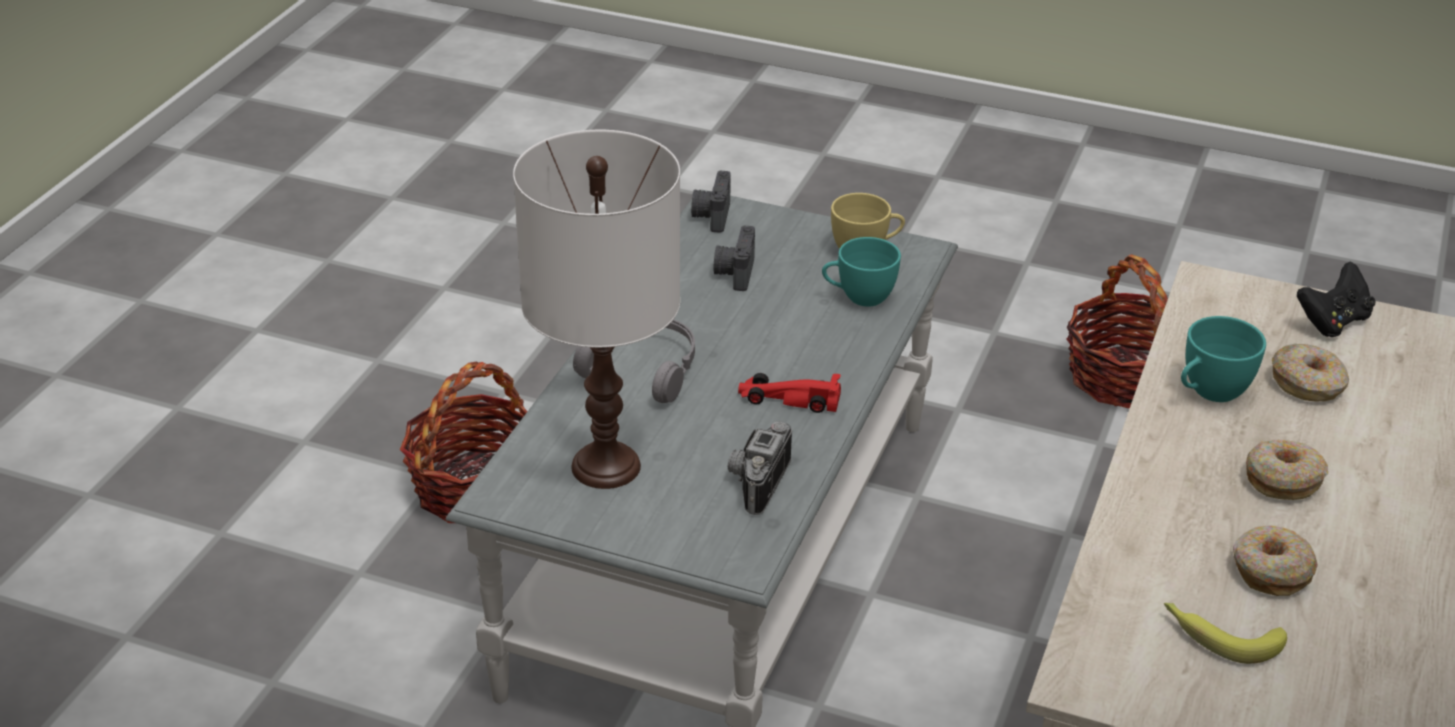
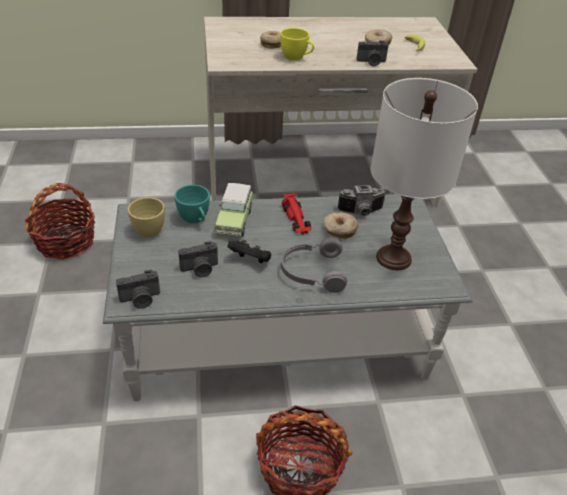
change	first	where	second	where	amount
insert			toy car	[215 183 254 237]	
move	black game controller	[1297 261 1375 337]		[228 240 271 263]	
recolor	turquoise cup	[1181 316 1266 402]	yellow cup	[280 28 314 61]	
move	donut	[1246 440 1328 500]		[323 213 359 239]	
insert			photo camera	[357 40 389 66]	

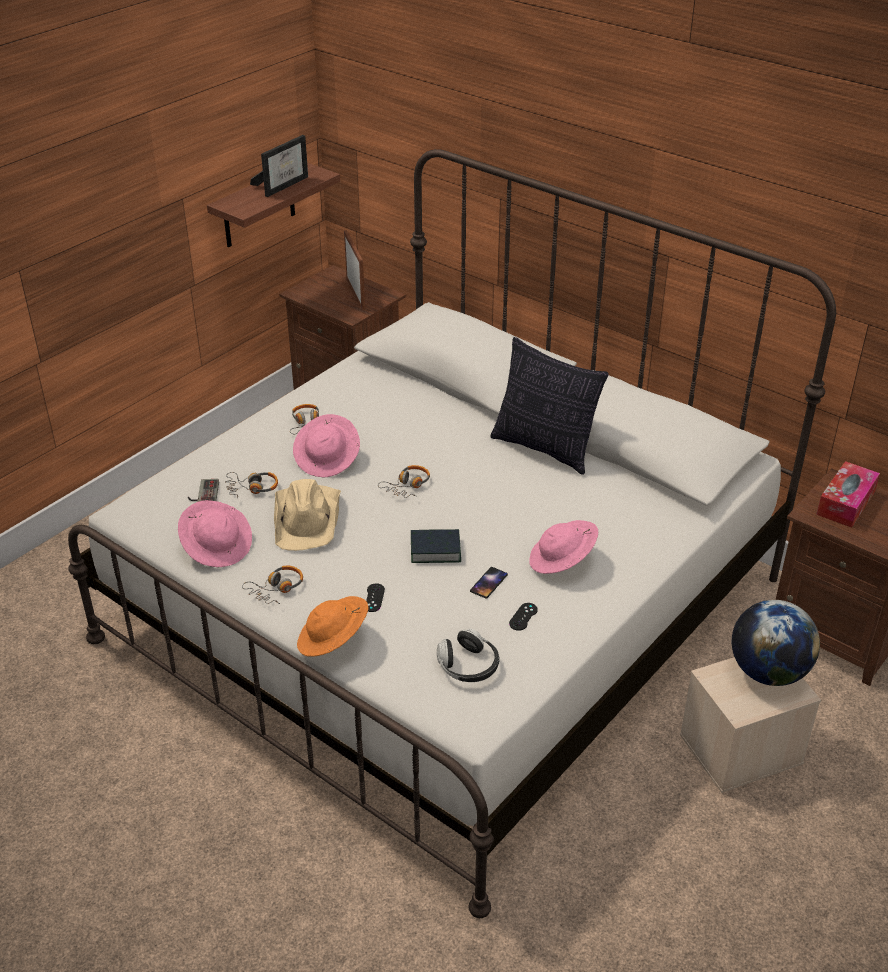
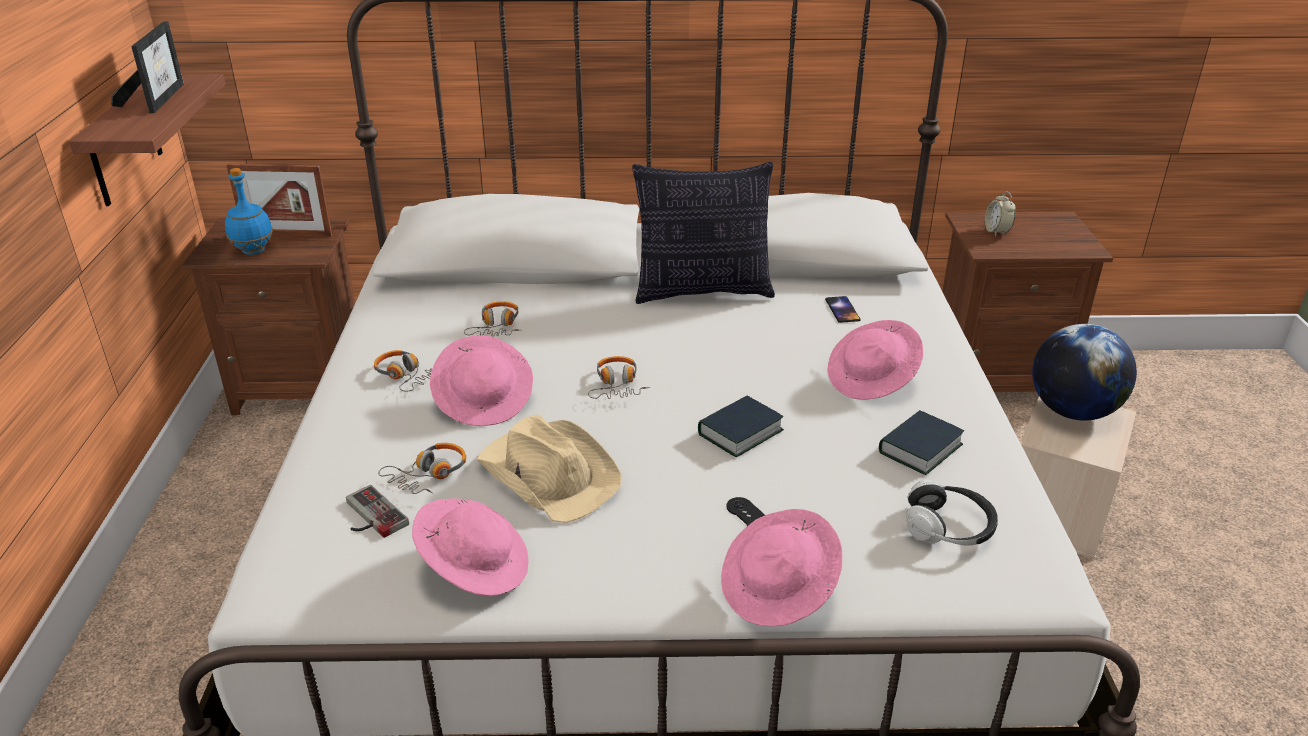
change	first	where	second	where	amount
insert			blue bottle	[225 168 273 255]	
rotate	picture frame	[344 230 365 310]		[226 164 332 237]	150 degrees clockwise
move	headphones	[242 566 303 604]		[464 301 521 336]	
recolor	orange hat	[297 596 369 657]	pink hat	[721 509 842 626]	
move	phone	[470 567 508 599]		[825 296 861 323]	
replace	black game controller	[509 603 538 631]	book	[879 410 964 475]	
replace	tissue box	[816 461 880 528]	alarm clock	[985 191 1016 237]	

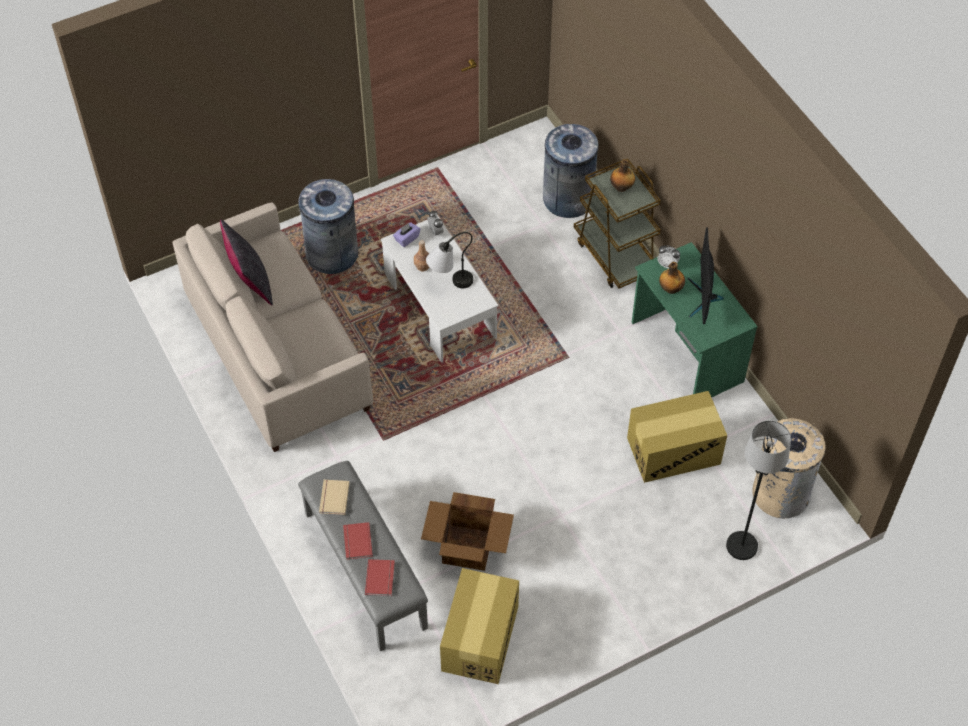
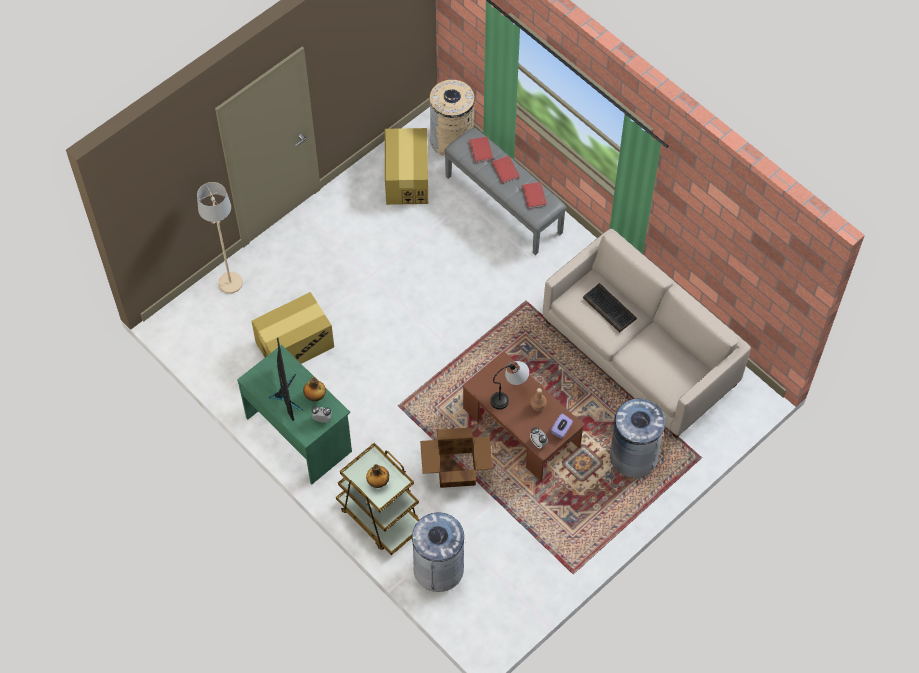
change	first	where	second	where	amount
recolor	black floor lamp	[726 421 791 560]	beige floor lamp	[197 182 243 294]	
move	cardboard box	[421 492 514 571]		[420 427 493 488]	
move	beige trash can	[753 418 826 518]		[429 79 475 156]	
recolor	white coffee table	[381 220 499 363]	brown coffee table	[462 351 584 481]	
recolor	beige book	[319 480 350 515]	red book	[522 182 547 209]	
insert			keyboard	[583 283 637 333]	
delete	black pillow	[220 219 273 305]			

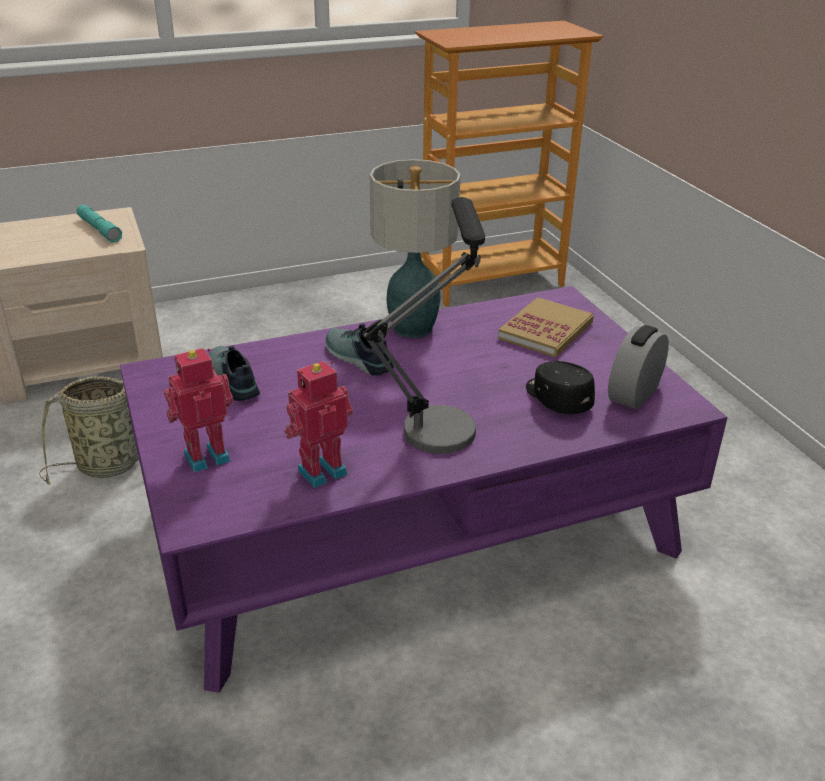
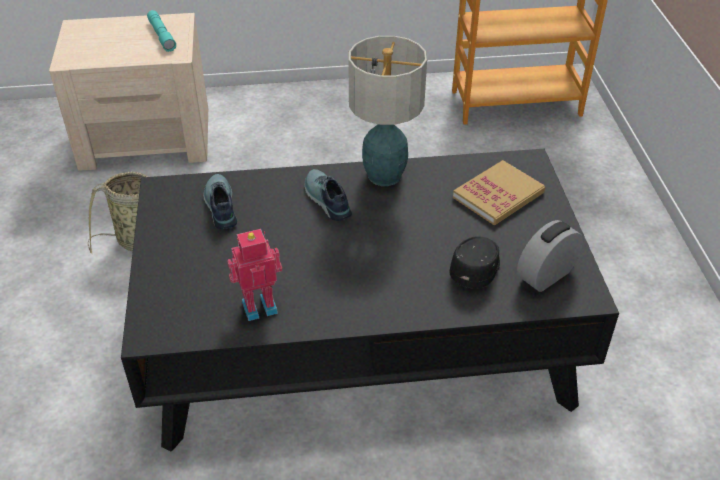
change	first	where	second	where	amount
recolor	purple coffee table	[120 286 728 693]	black coffee table	[121 149 619 451]	
rotate	black cap	[526 361 595 414]		[449 236 500 289]	45 degrees clockwise
delete	toy robot	[164 348 233 472]			
delete	table lamp	[362 197 485 454]			

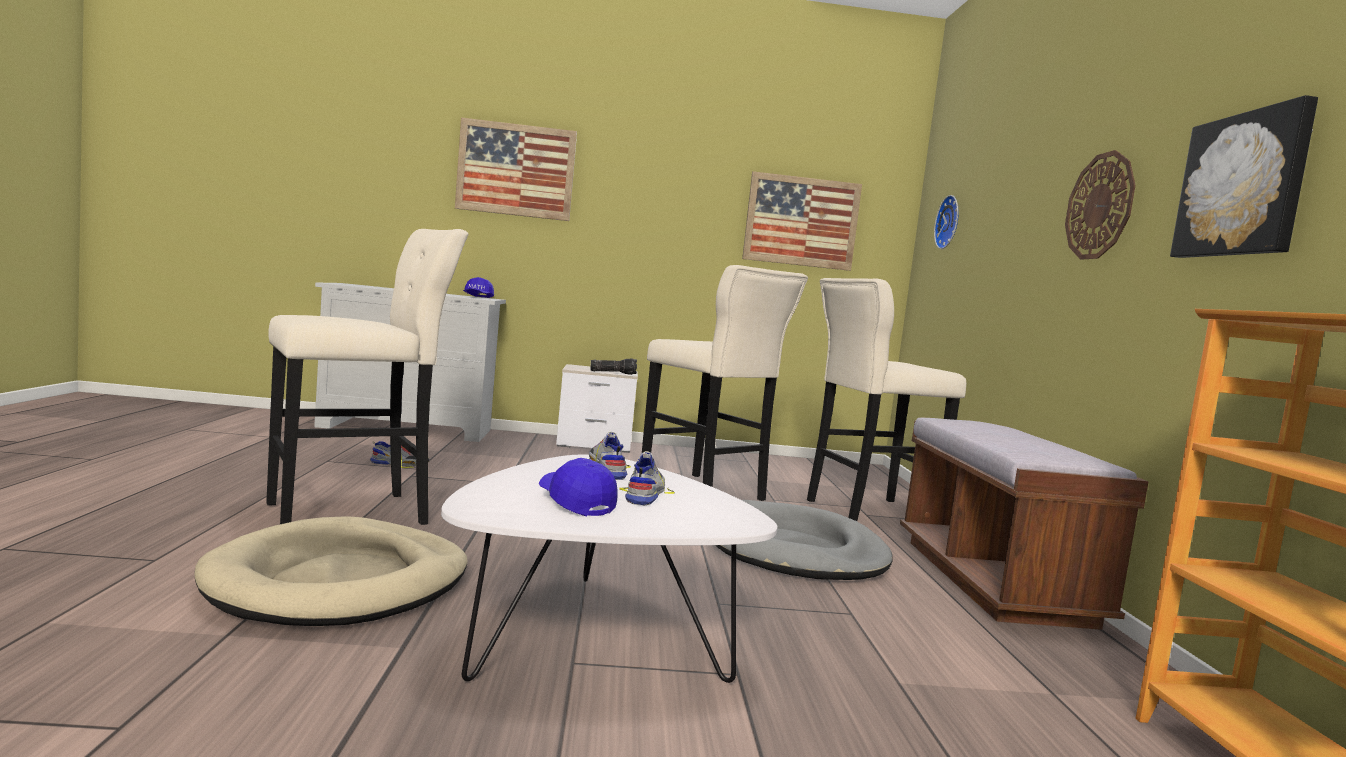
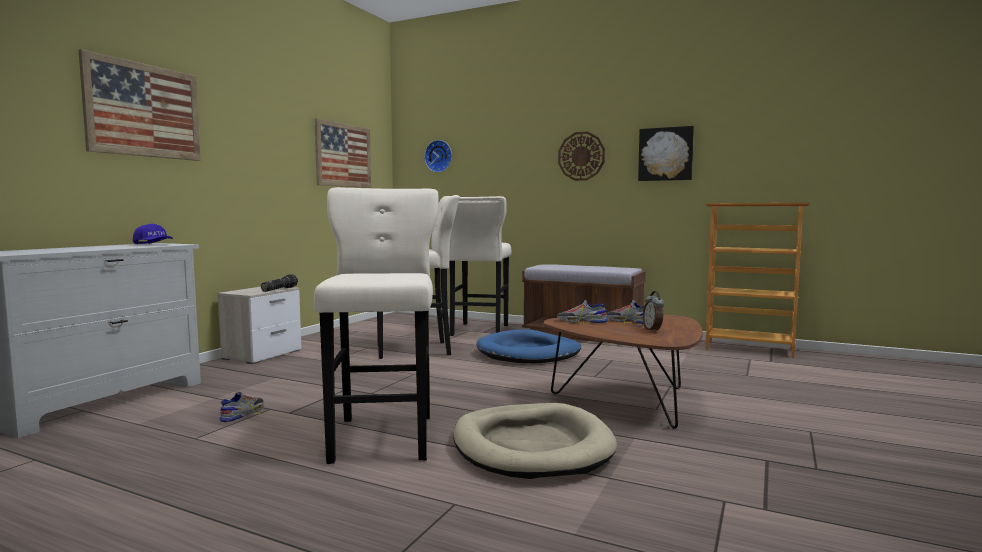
change	first	where	second	where	amount
recolor	grey dog bed	[715 500 893 580]	blue dog bed	[477 329 581 363]	
recolor	white coffee table	[441 455 777 683]	brown coffee table	[544 315 703 429]	
replace	blue cap	[539 458 618 516]	alarm clock	[643 291 664 332]	

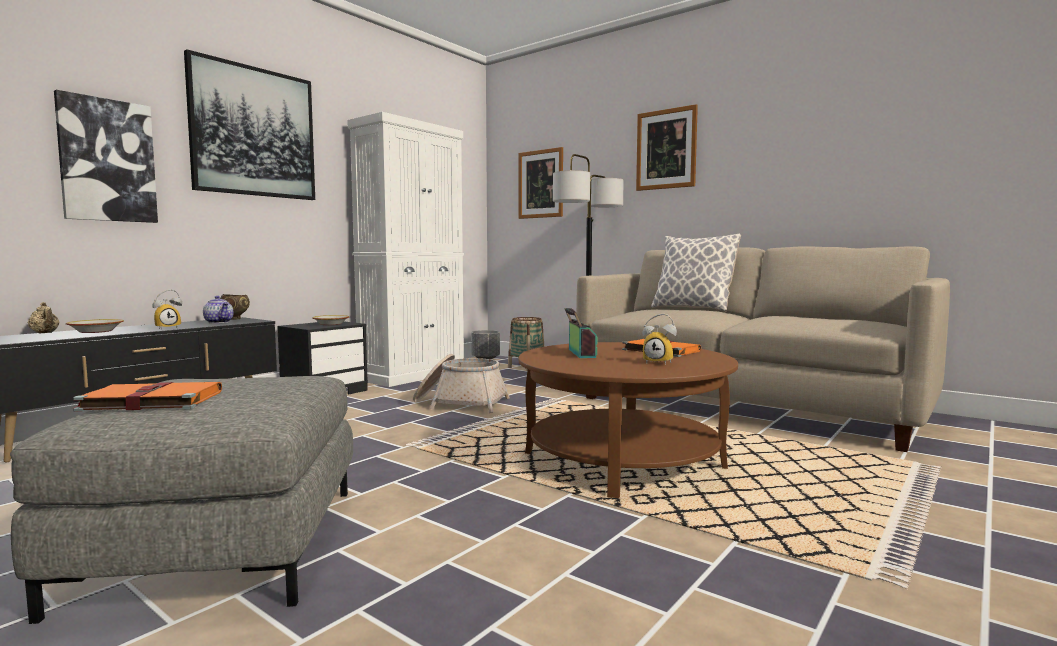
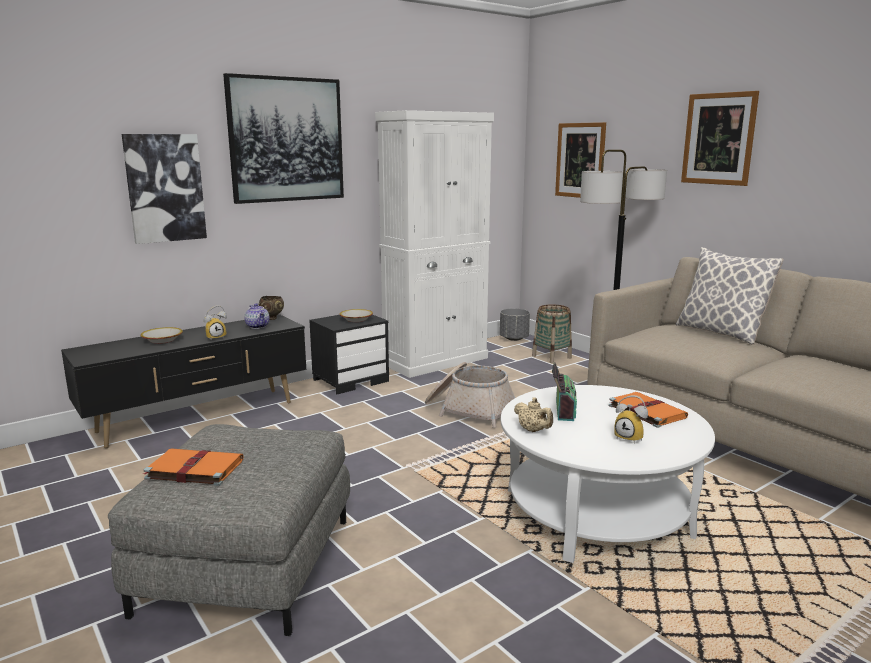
change	first	where	second	where	amount
recolor	brown coffee table	[518 342 738 498]	white coffee table	[501 385 715 563]	
move	beige teapot	[27 302 59 333]		[514 397 553 432]	

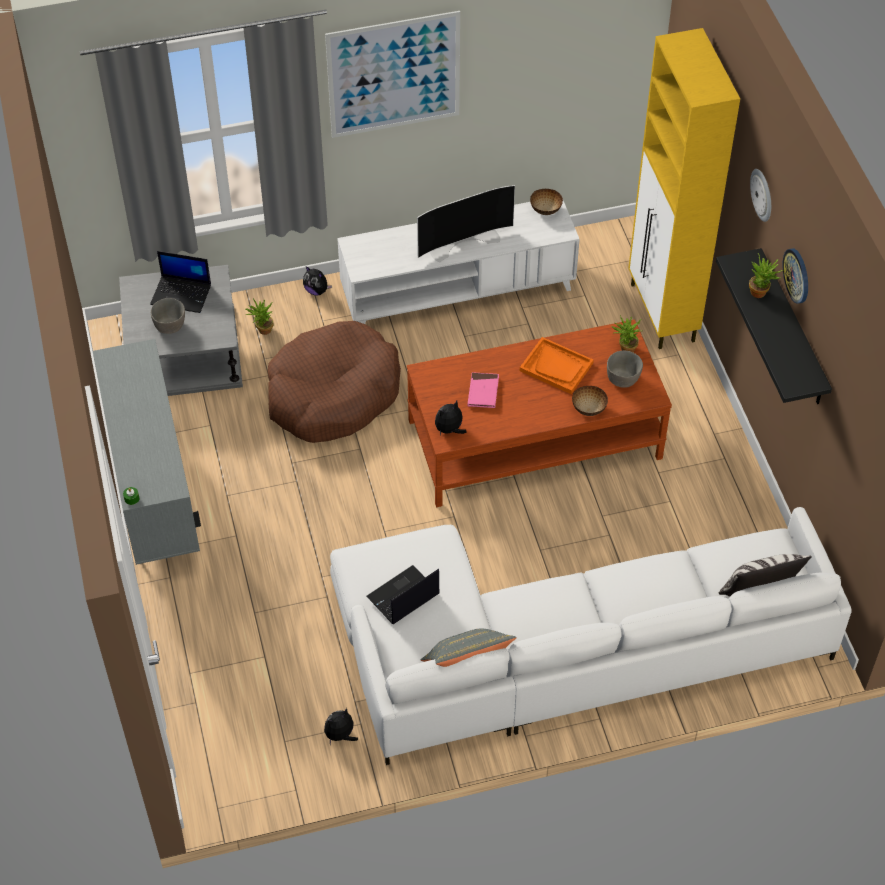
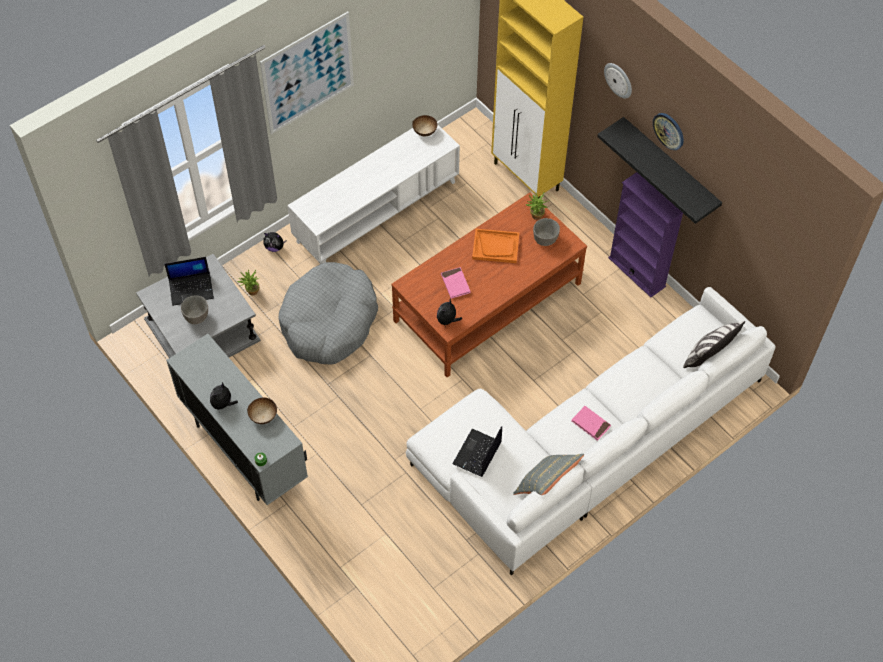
change	first	where	second	where	amount
move	plush toy	[324 708 358 745]		[210 382 238 413]	
move	bowl	[572 386 608 416]		[247 397 277 424]	
recolor	brown dog bed	[268 321 401 443]	grey dog bed	[278 262 378 365]	
insert			pink book	[571 406 611 441]	
insert			purple bookcase	[608 172 684 297]	
delete	television	[417 185 515 262]			
delete	potted plant	[749 253 783 298]			

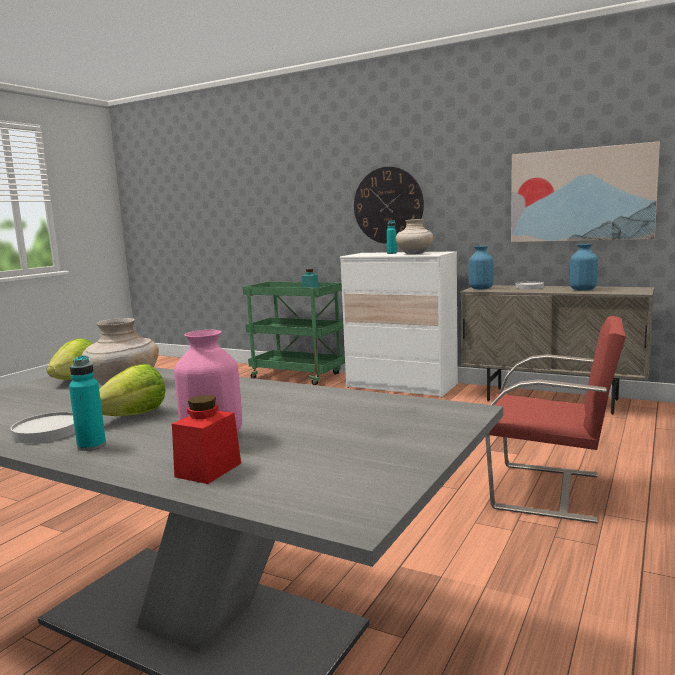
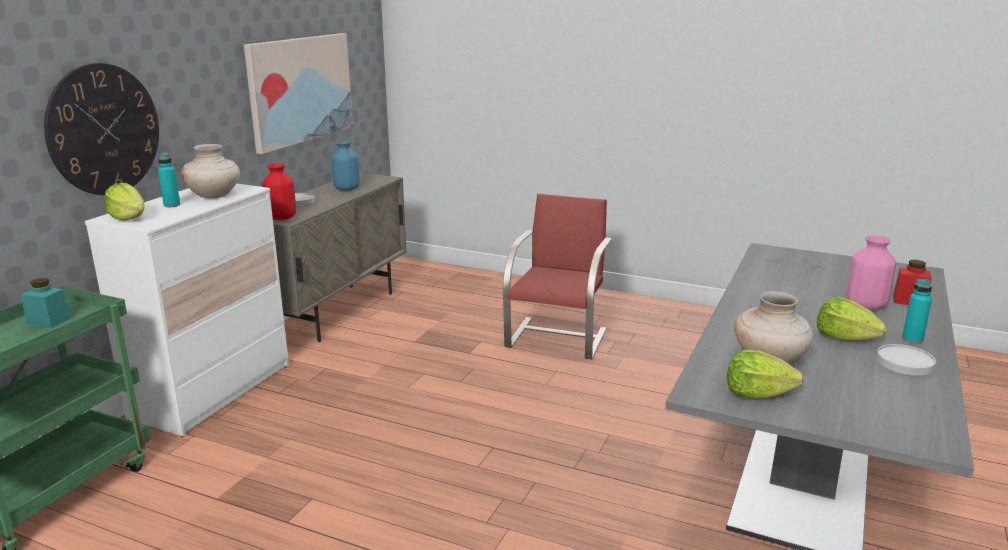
change	first	where	second	where	amount
insert			lettuce	[104 183 144 221]	
recolor	blue vase	[469 246 494 289]	red vase	[262 164 296 220]	

